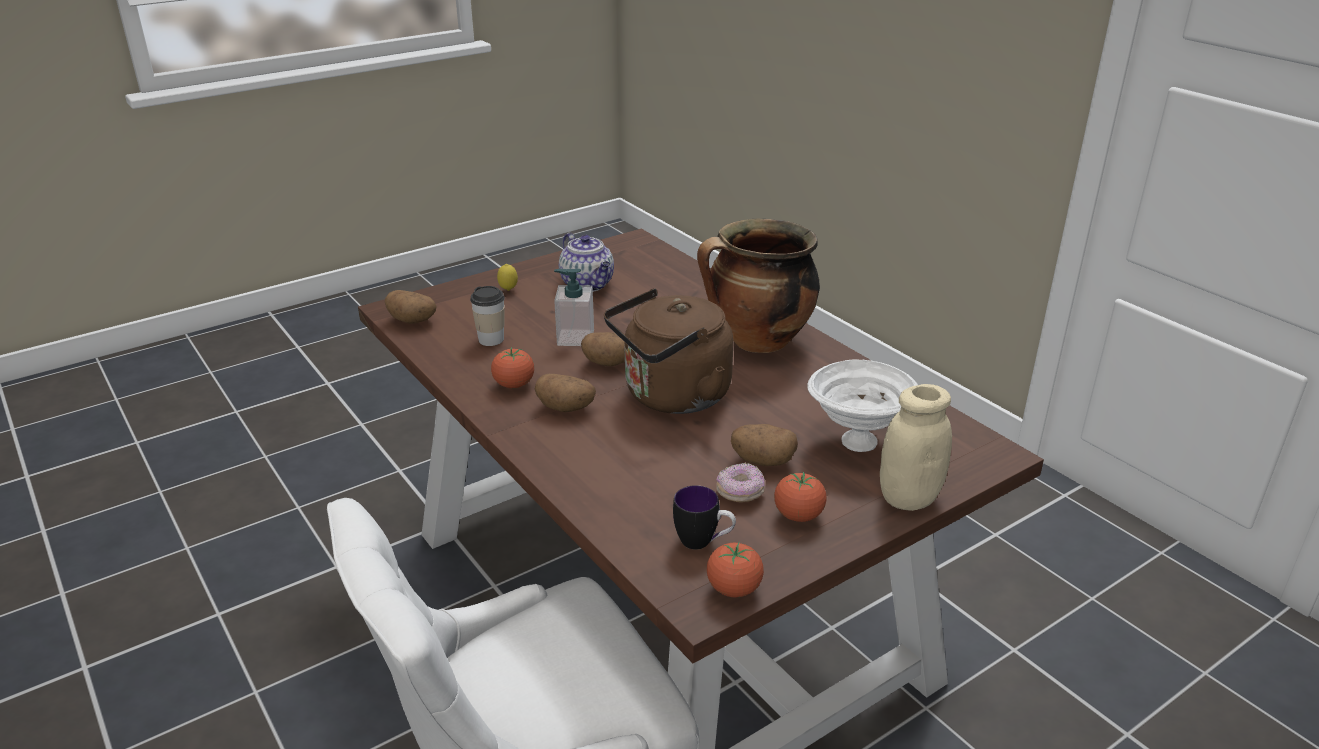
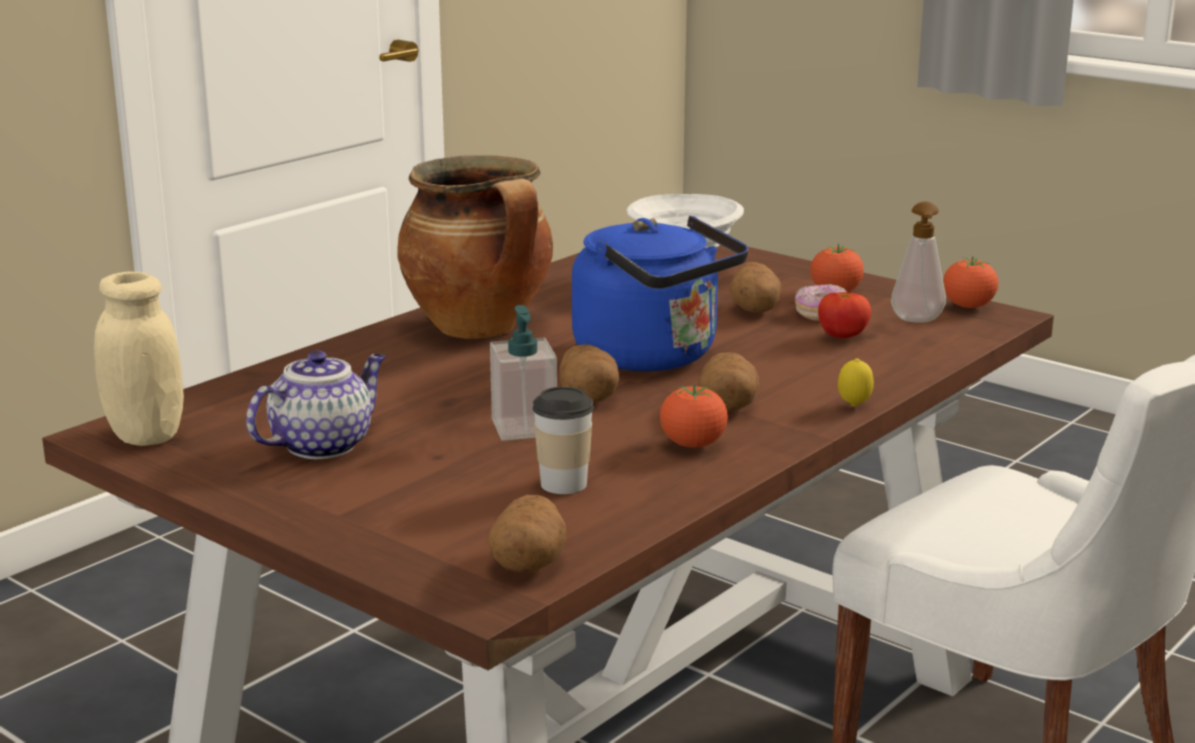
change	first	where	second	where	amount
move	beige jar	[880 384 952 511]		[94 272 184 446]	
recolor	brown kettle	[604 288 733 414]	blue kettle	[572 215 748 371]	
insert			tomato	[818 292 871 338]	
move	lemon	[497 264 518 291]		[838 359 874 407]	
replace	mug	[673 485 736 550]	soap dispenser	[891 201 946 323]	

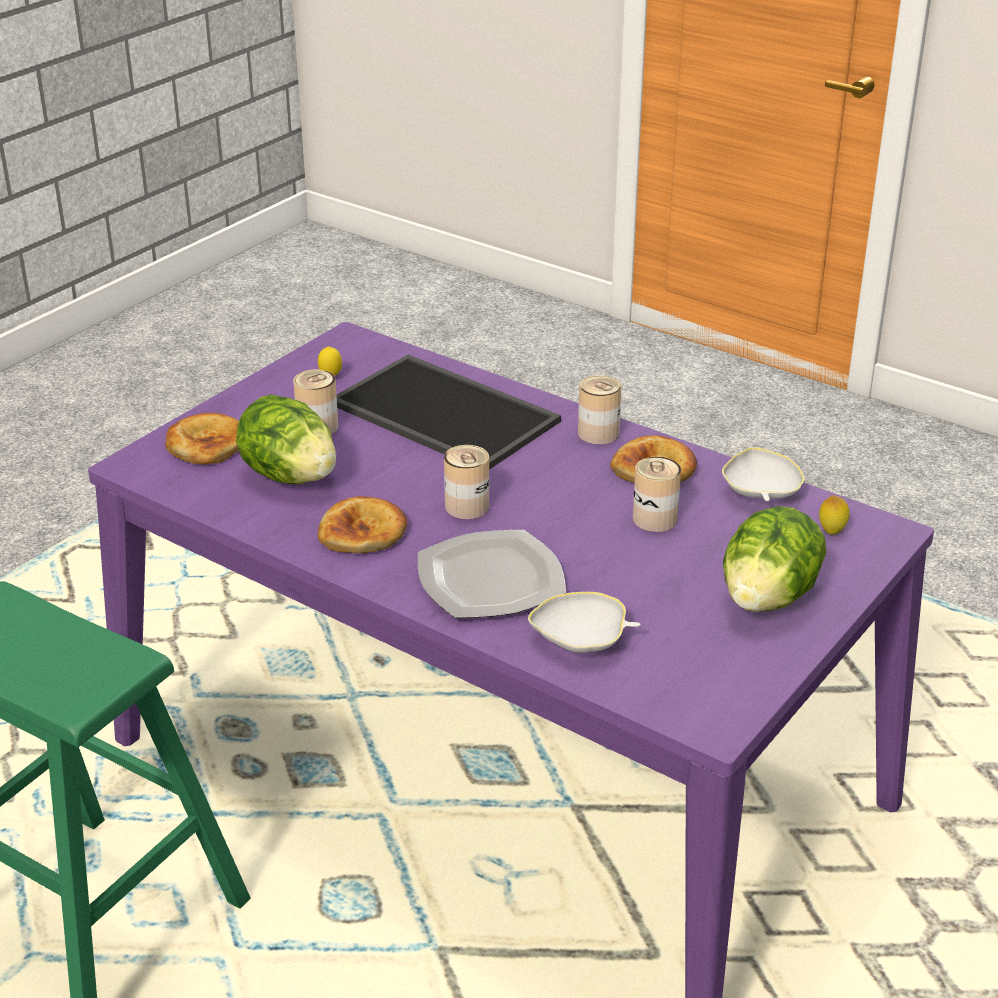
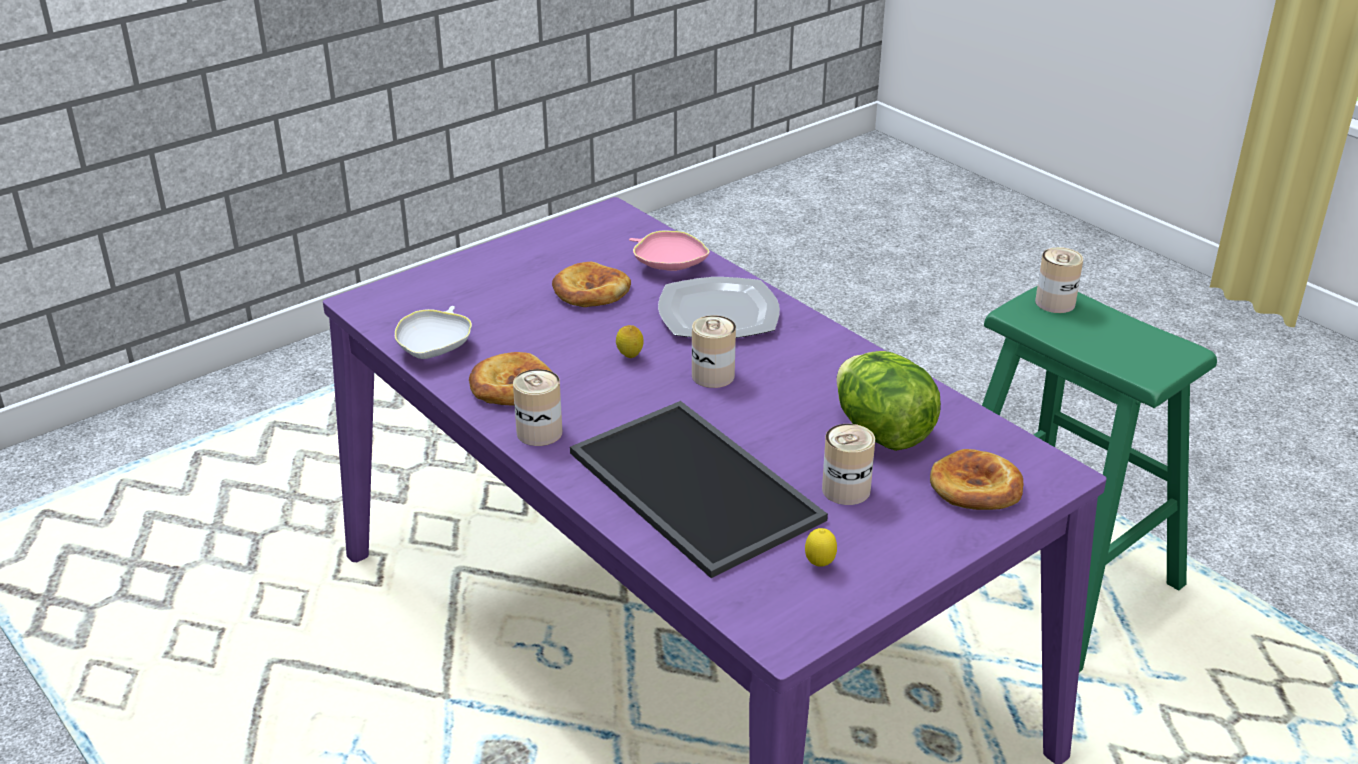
change	first	where	second	where	amount
move	bread	[318 496 407 553]		[552 262 631 307]	
move	lemon	[819 495 849 535]		[616 325 644 358]	
recolor	white bowl	[528 592 641 653]	pink bowl	[629 231 710 271]	
move	can	[633 456 681 532]		[1035 247 1083 313]	
delete	lettuce	[723 506 826 612]			

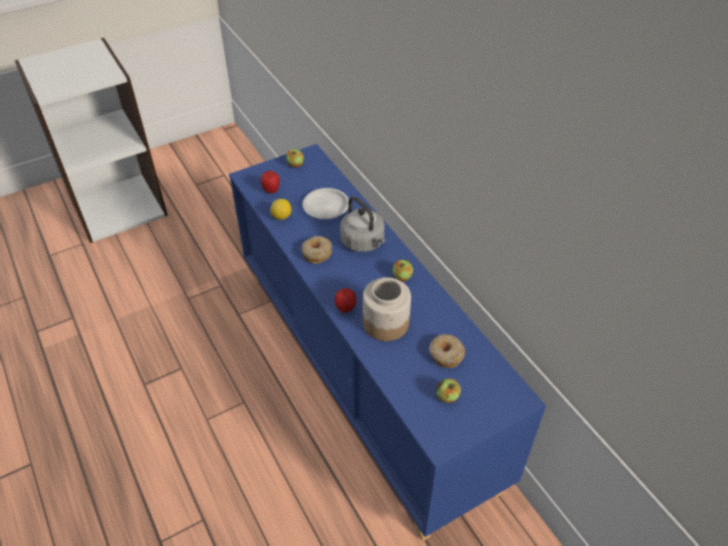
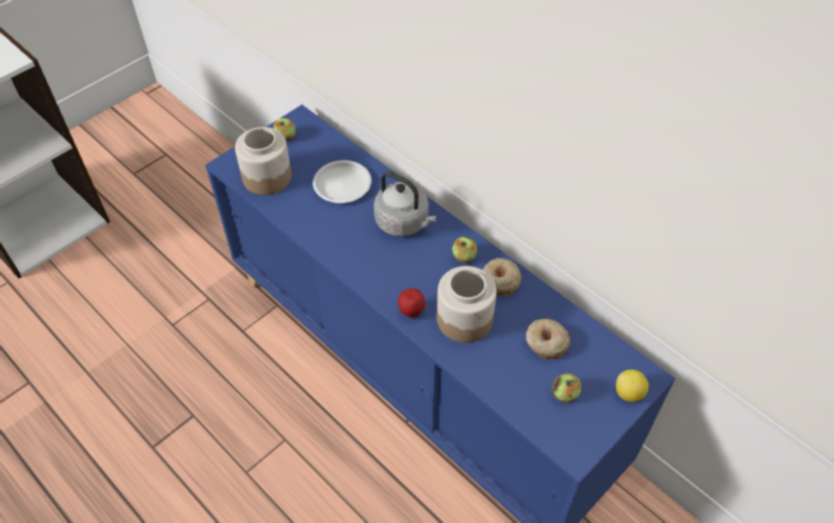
change	first	where	second	where	amount
replace	apple	[261 170 280 194]	jar	[235 127 292 195]	
move	donut	[301 236 332 264]		[483 258 522 296]	
move	lemon	[270 199 292 220]		[616 370 649 402]	

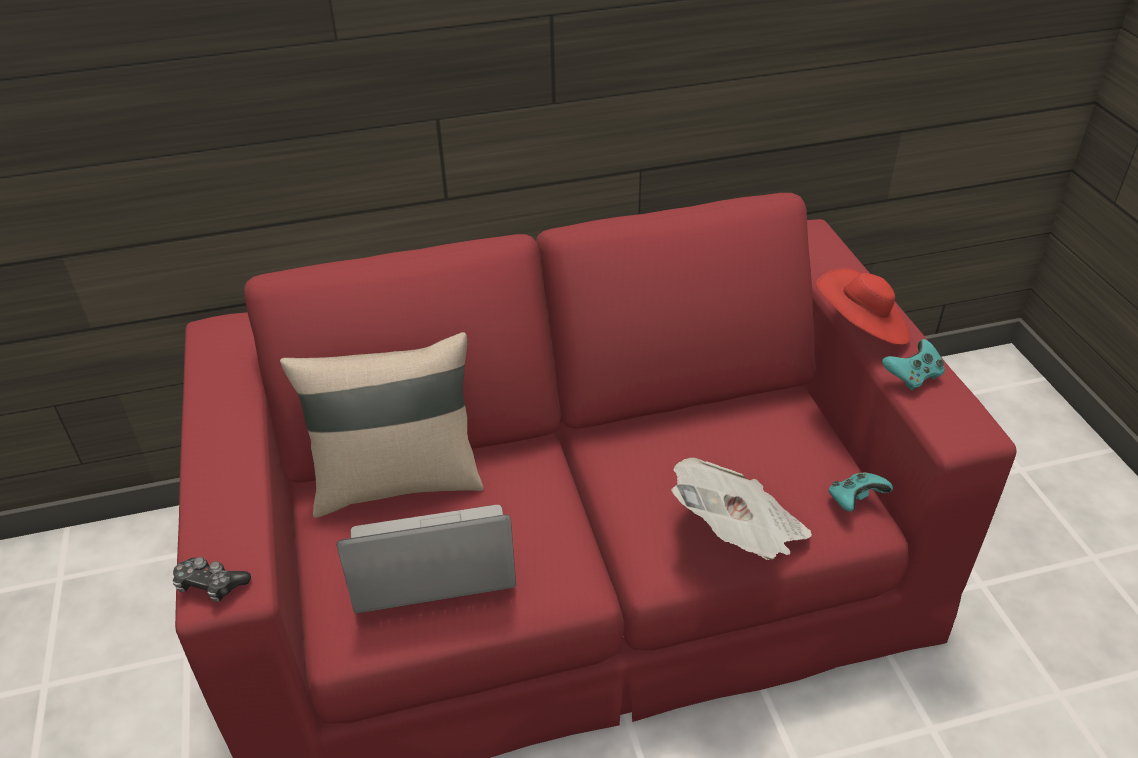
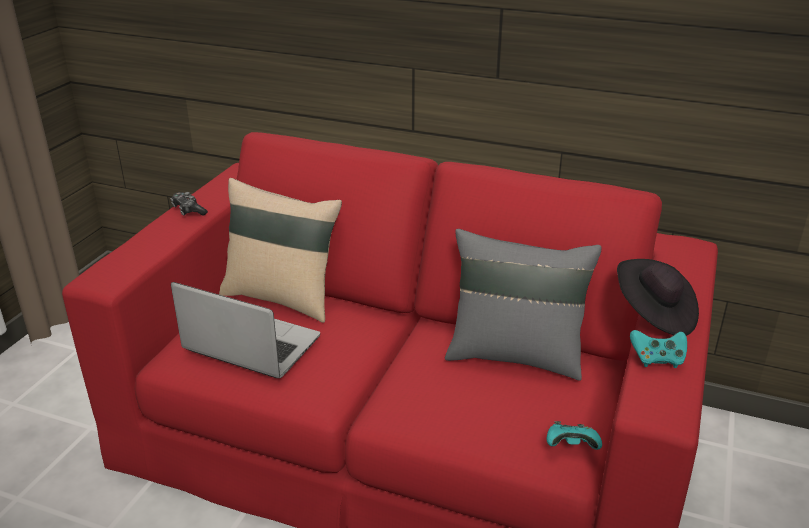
change	first	where	second	where	amount
move	game controller	[173 557 251 602]		[170 192 208 216]	
insert			grey pillow	[445 229 601 381]	
recolor	red hat	[816 268 910 345]	black hat	[617 259 699 336]	
delete	newspaper	[671 457 812 560]			

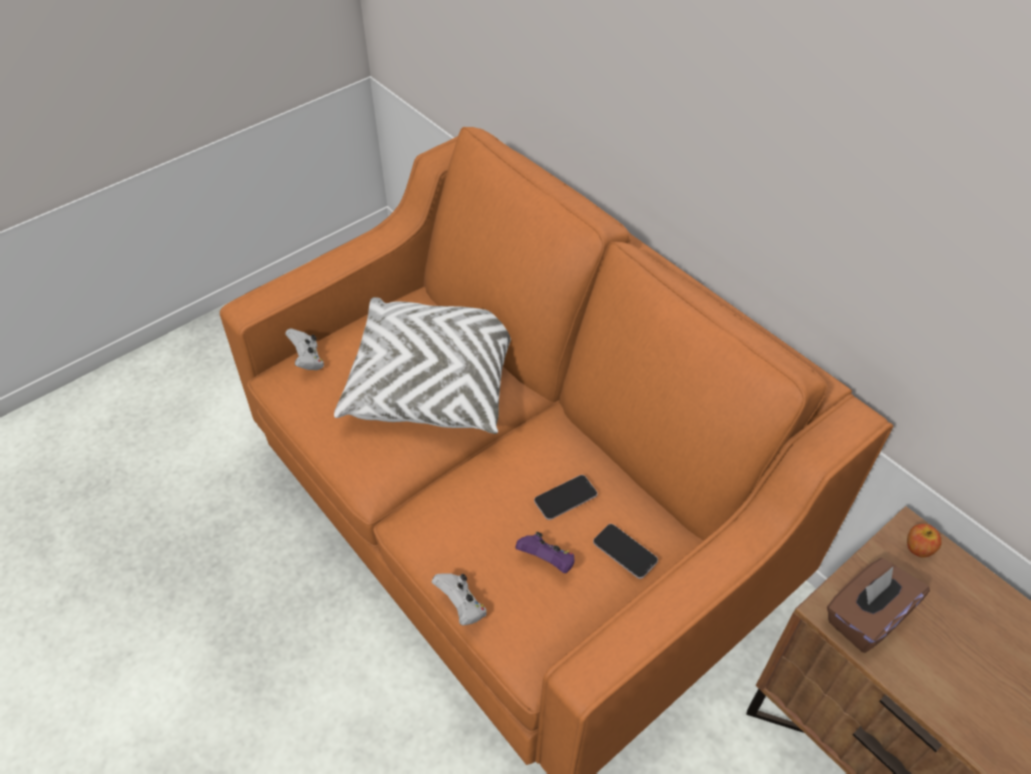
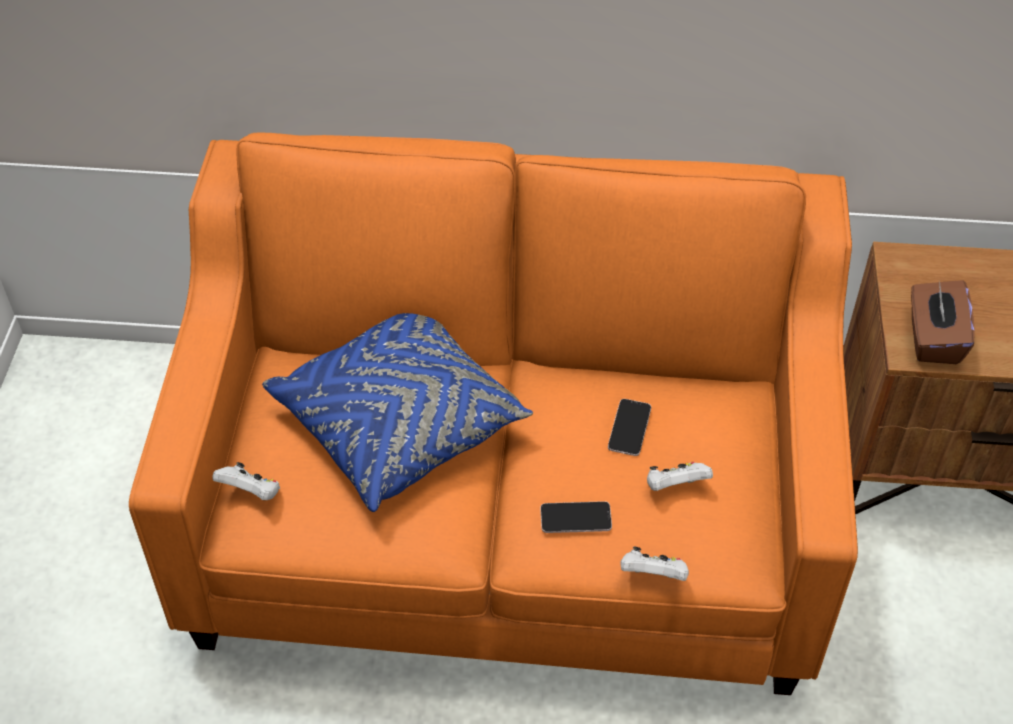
change	first	where	second	where	amount
recolor	white pillow	[334 297 511 434]	blue pillow	[262 313 533 512]	
move	phone	[593 524 658 579]		[540 501 612 533]	
recolor	purple game controller	[515 532 574 573]	white game controller	[647 462 713 491]	
delete	apple	[907 524 942 558]			

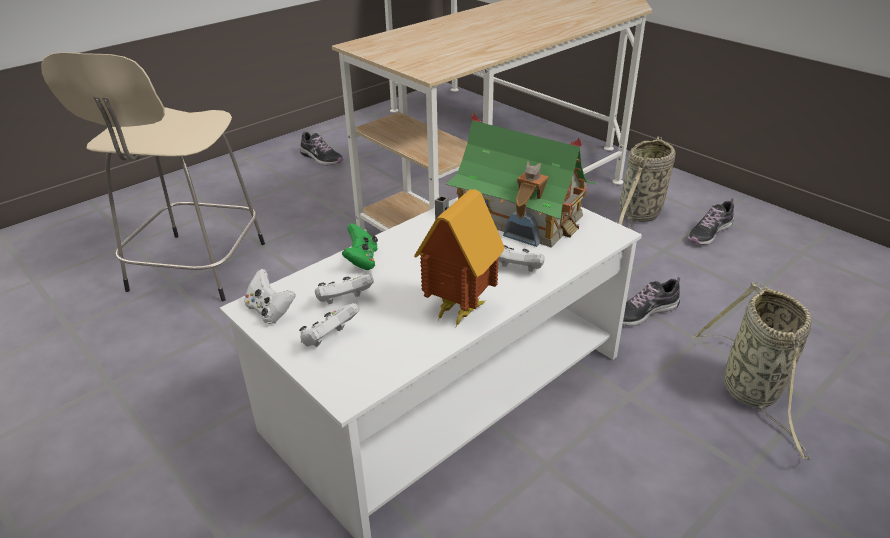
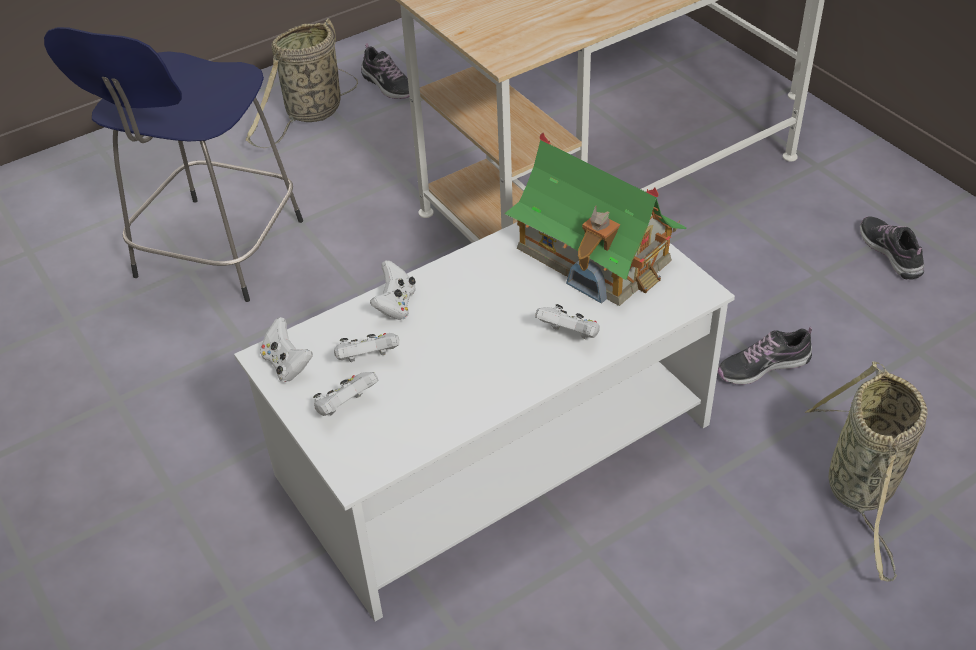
change	first	where	second	where	amount
recolor	beige stool	[41 52 265 301]	blue stool	[44 27 303 302]	
move	basket	[618 137 675 231]		[246 18 358 148]	
recolor	green game controller	[342 223 378 270]	white game controller	[370 260 416 320]	
rotate	shoe	[688 198 734 245]		[860 216 924 280]	105 degrees clockwise
delete	toy house	[414 189 505 327]			

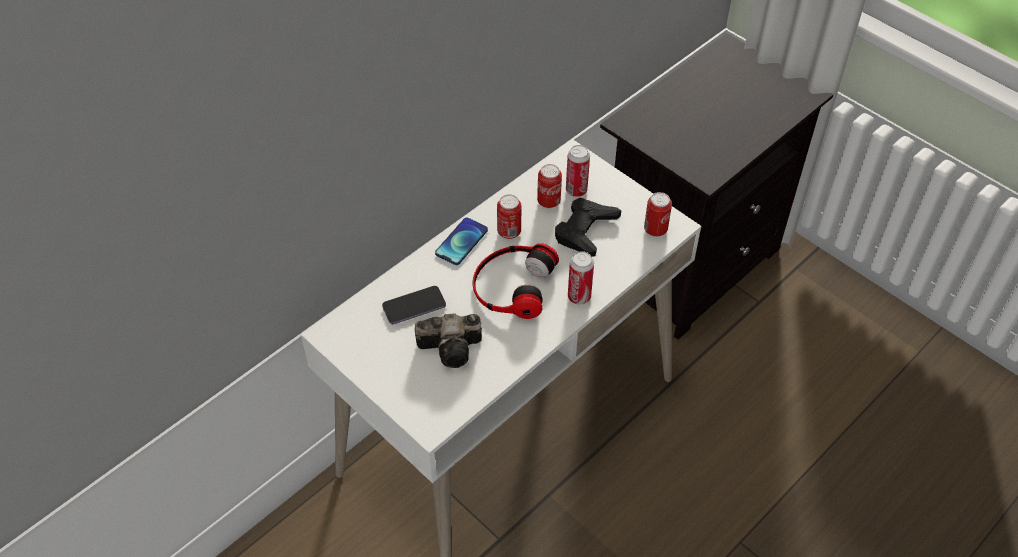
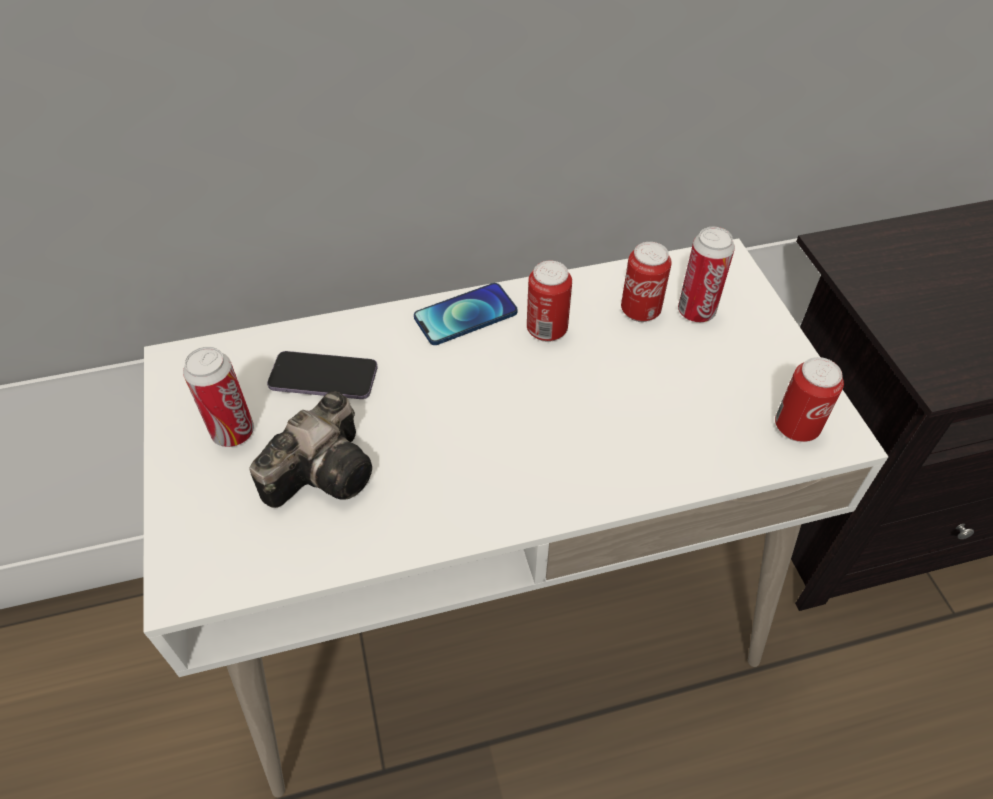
change	first	where	second	where	amount
move	can	[568 251 594 305]		[183 347 254 447]	
rotate	photo camera	[415 313 482 368]		[249 392 372 508]	75 degrees counterclockwise
delete	headphones	[473 243 559 319]			
delete	black game controller	[555 198 621 257]			

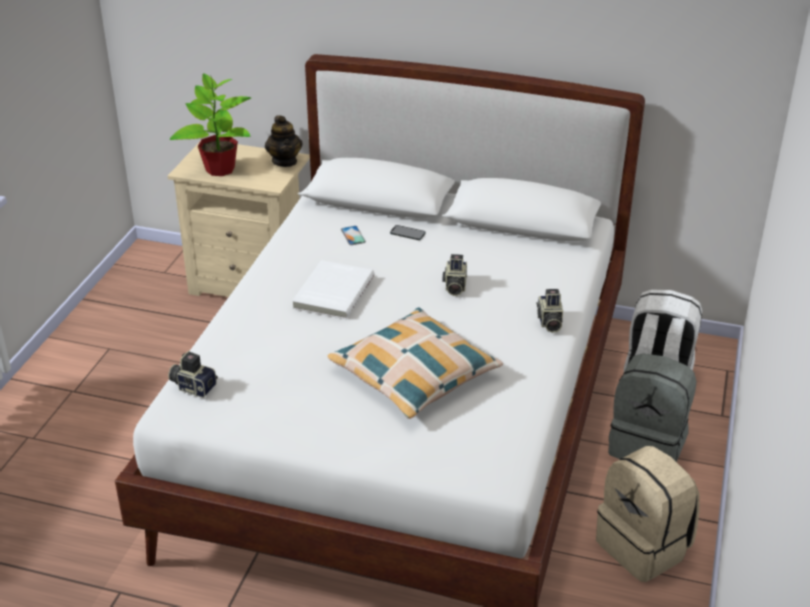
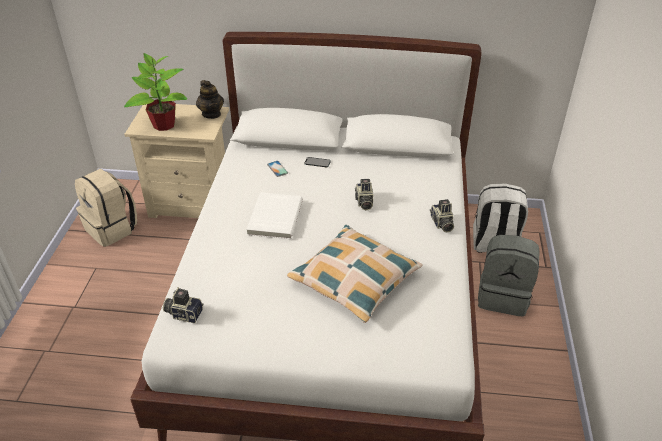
change	first	where	second	where	amount
move	beige backpack	[596 446 700 582]		[75 169 137 247]	

